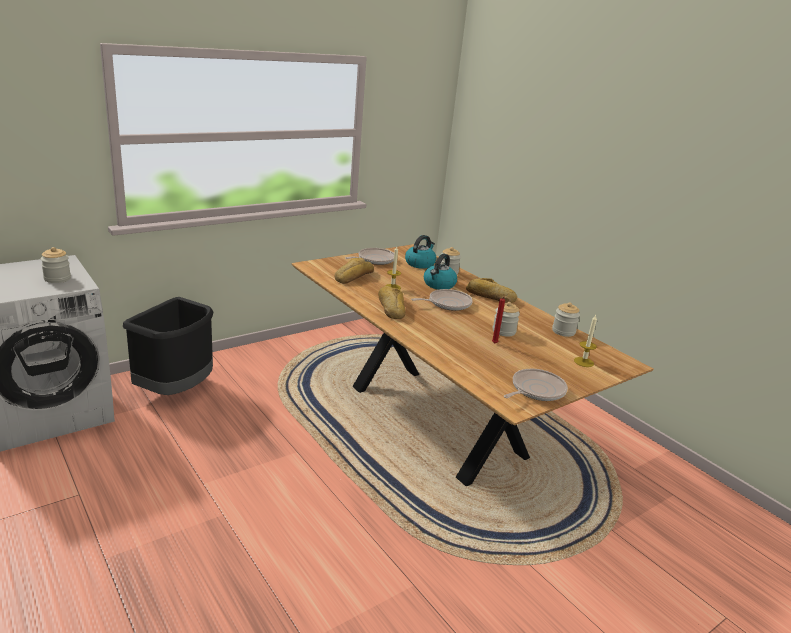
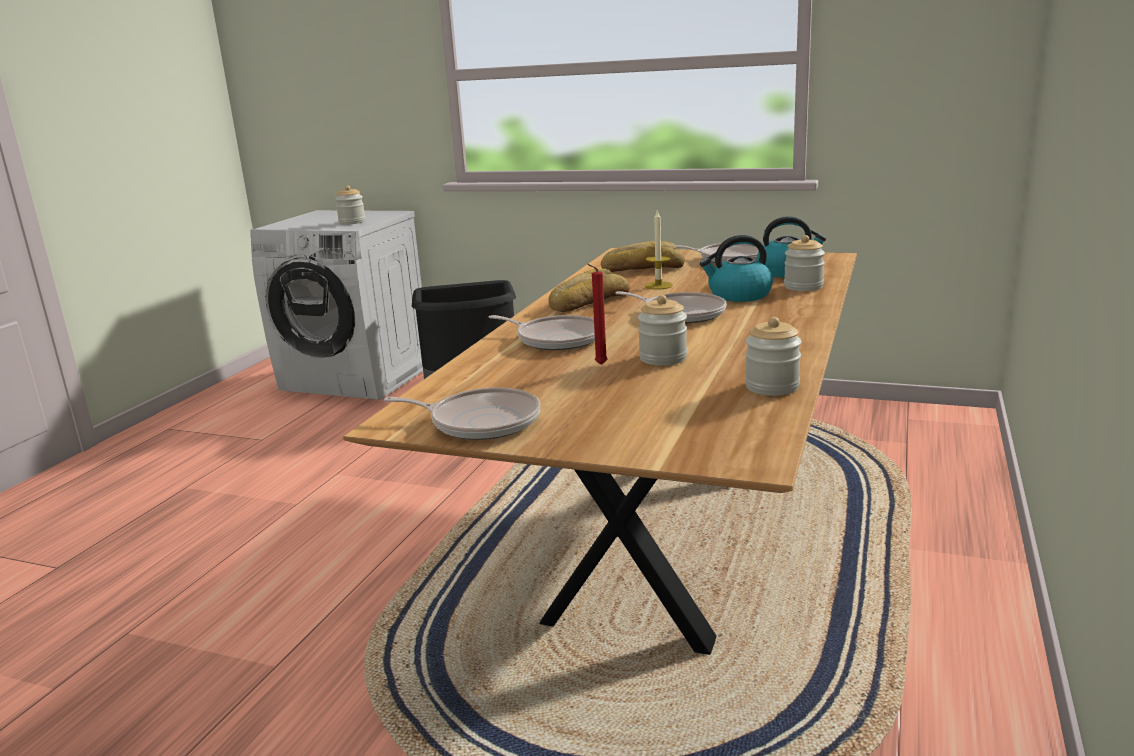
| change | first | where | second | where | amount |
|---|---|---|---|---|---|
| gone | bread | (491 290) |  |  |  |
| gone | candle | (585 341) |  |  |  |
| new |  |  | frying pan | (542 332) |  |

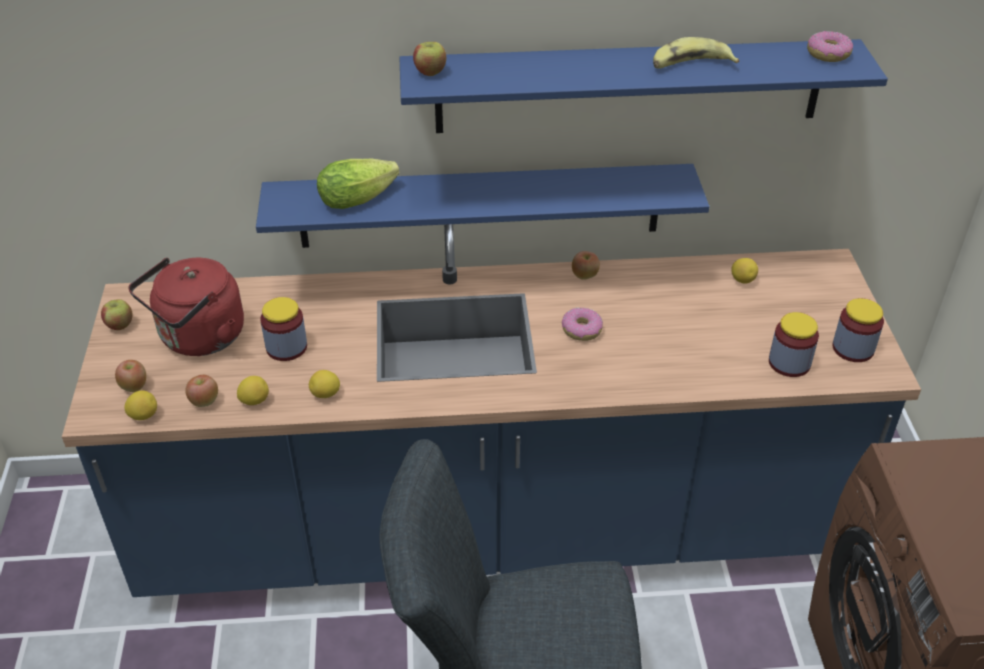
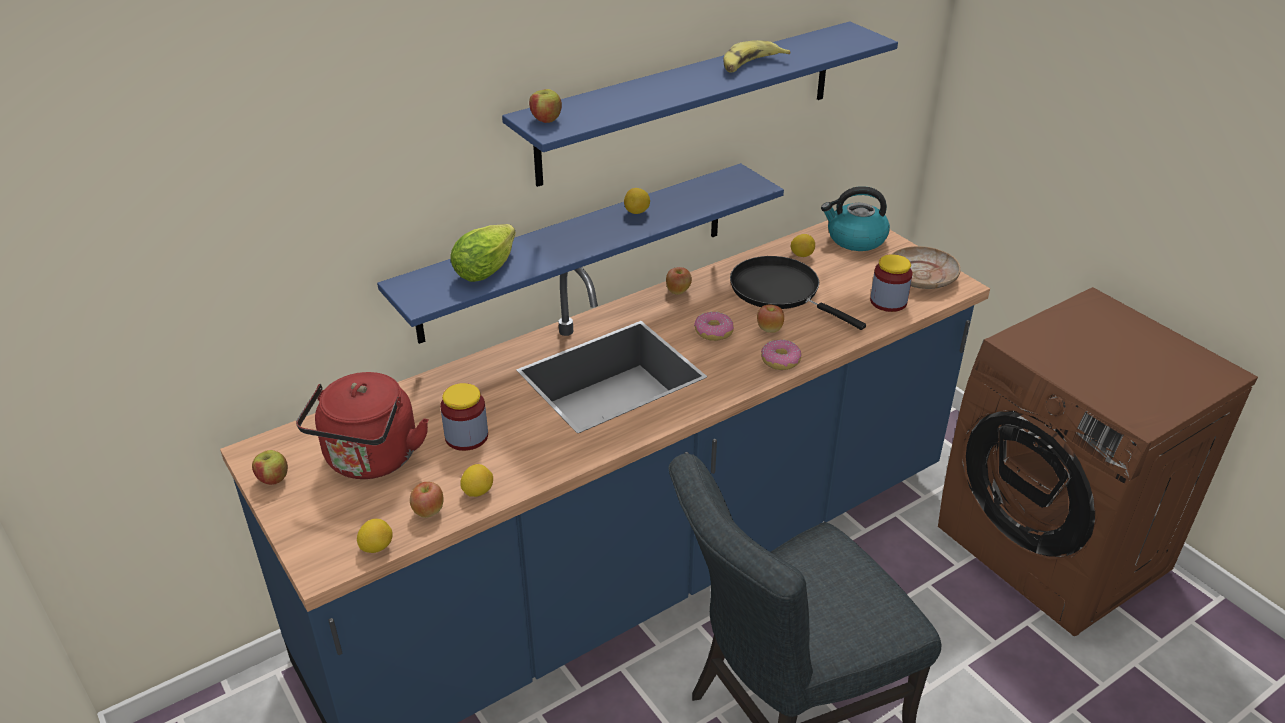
| change | first | where | second | where | amount |
|---|---|---|---|---|---|
| shifted | apple | (130 376) |  | (770 318) |  |
| shifted | lemon | (324 384) |  | (637 201) |  |
| shifted | donut | (830 46) |  | (781 354) |  |
| swapped | jar | (858 330) | plate (beige) | (926 267) |  |
| new |  |  | frying pan (black) | (798 293) |  |
| new |  |  | kettle | (855 218) |  |

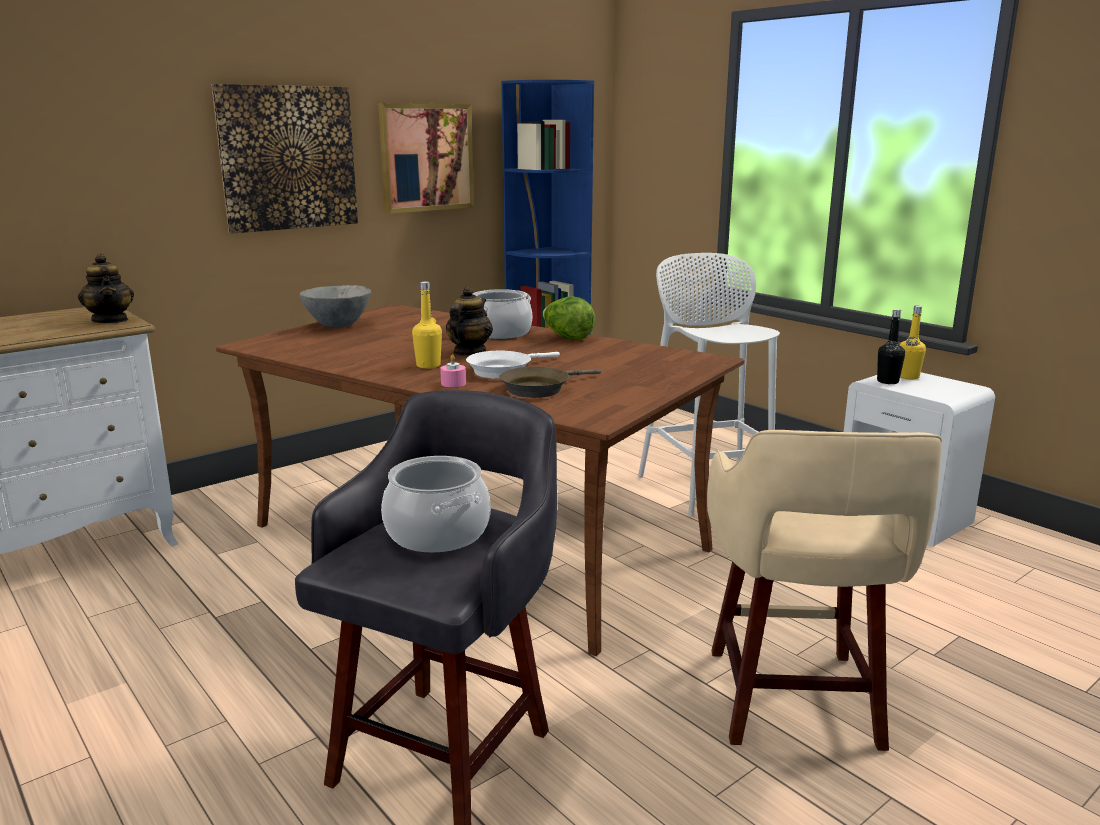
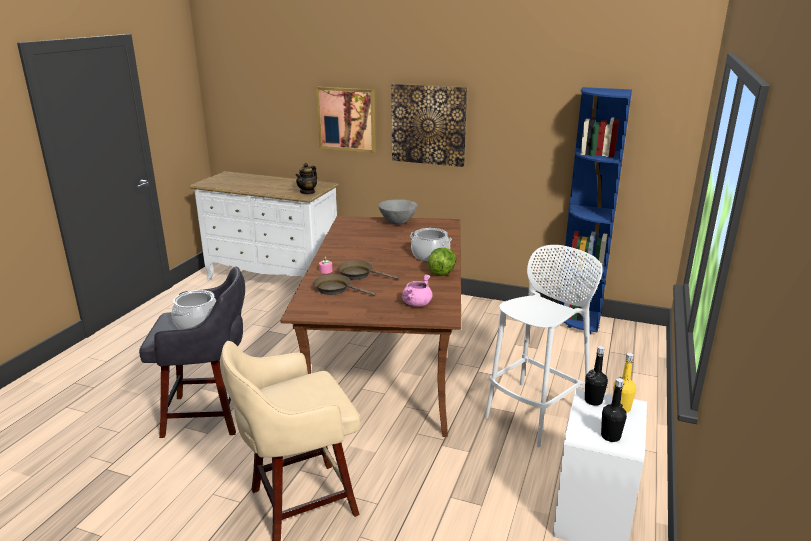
| change | first | where | second | where | amount |
|---|---|---|---|---|---|
| shifted | picture | (426 158) |  | (346 120) |  |
| gone | bottle (yellow) | (427 325) |  |  |  |
| gone | teapot | (469 321) |  |  |  |
| repainted | frying pan (white) | (513 365) | frying pan (brown) | (367 270) |  |
| new |  |  | cooking pot (pink) | (417 290) |  |
| new |  |  | bottle (black) | (614 410) |  |

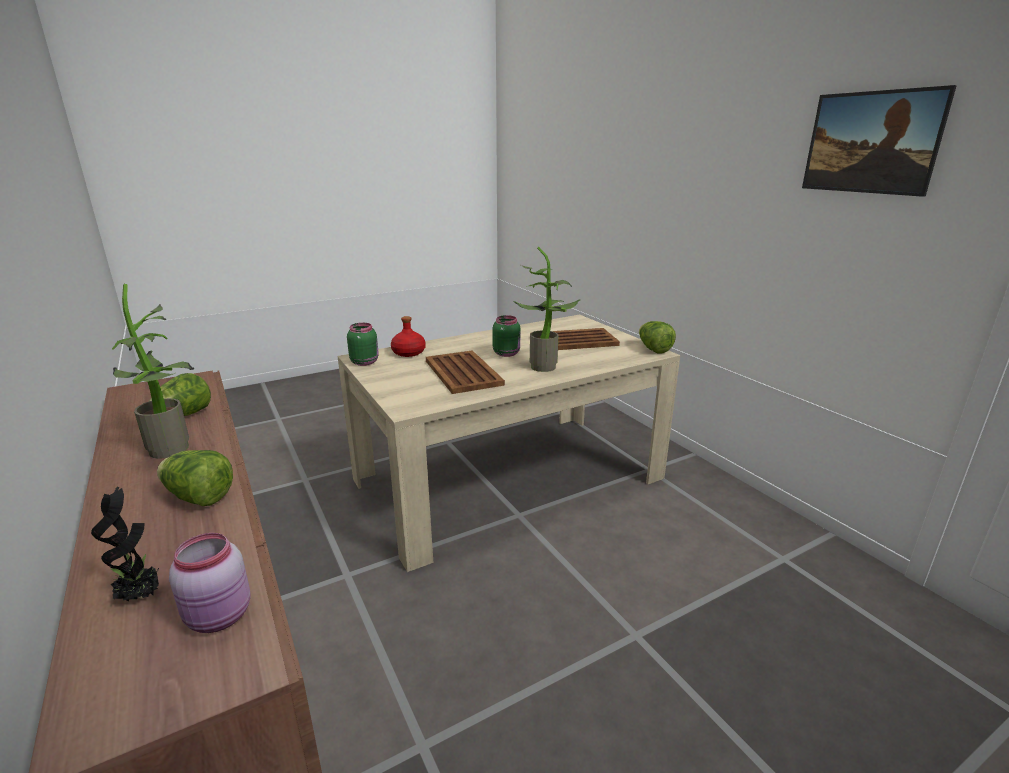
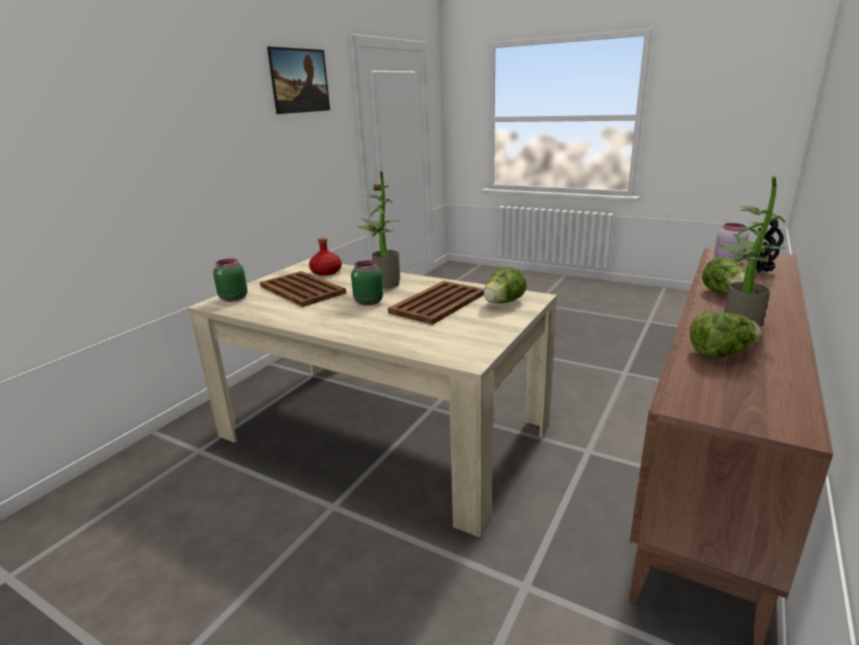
| change | first | where | second | where | amount |
|---|---|---|---|---|---|
| shifted | jar (green) | (363 344) |  | (230 280) |  |
| shifted | bottle (red) | (408 336) |  | (325 257) |  |
| shifted | lettuce | (657 337) |  | (504 285) |  |

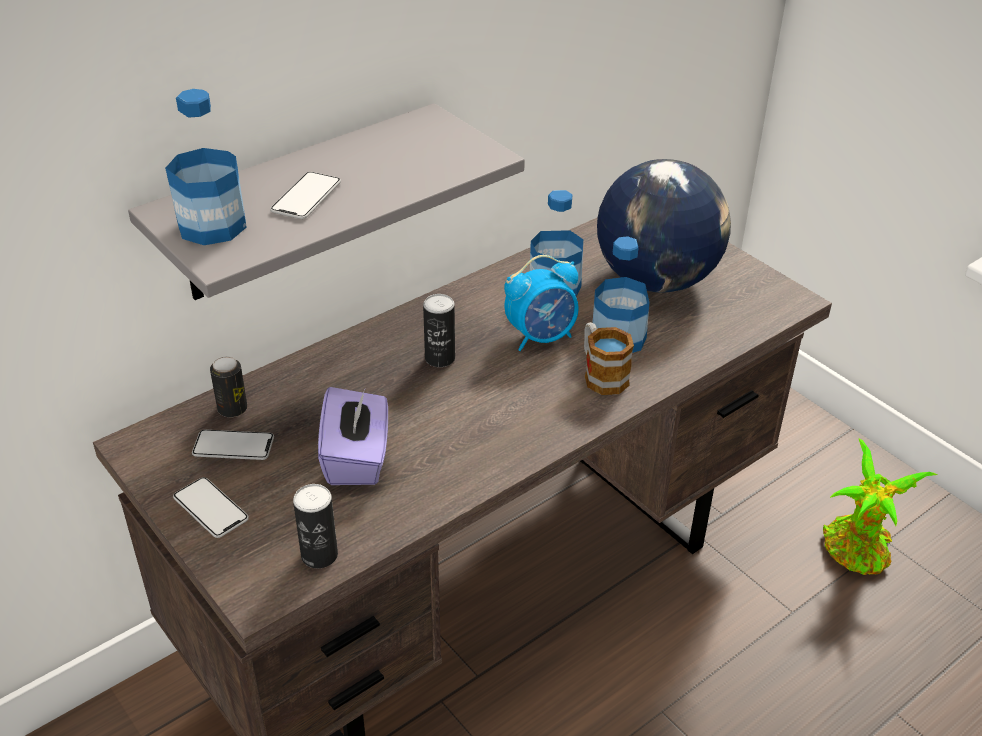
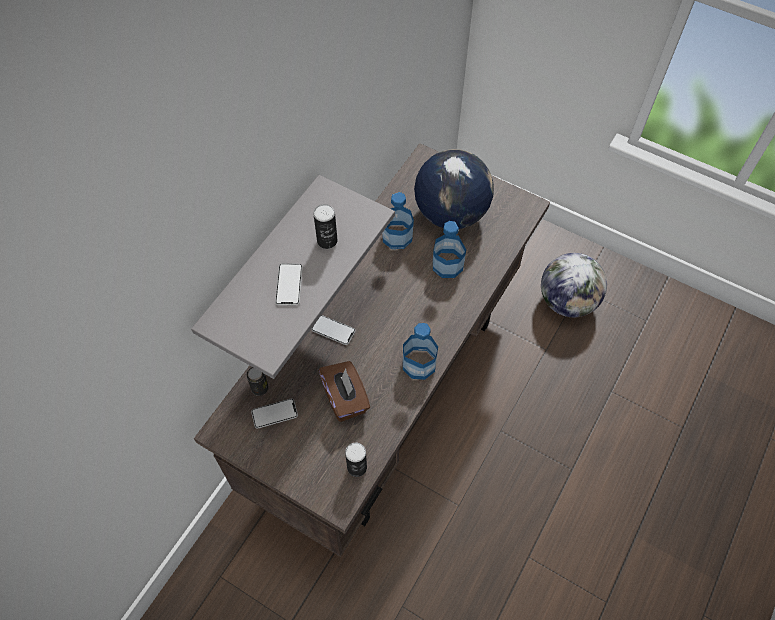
| change | first | where | second | where | amount |
|---|---|---|---|---|---|
| shifted | bottle | (206 167) |  | (420 351) |  |
| shifted | phone | (211 507) |  | (333 330) |  |
| repainted | tissue box (purple) | (353 436) | tissue box (brown) | (344 391) |  |
| shifted | can | (439 330) |  | (325 226) |  |
| gone | alarm clock | (541 303) |  |  |  |
| gone | mug | (609 358) |  |  |  |
| swapped | potted plant | (880 506) | globe | (574 285) |  |

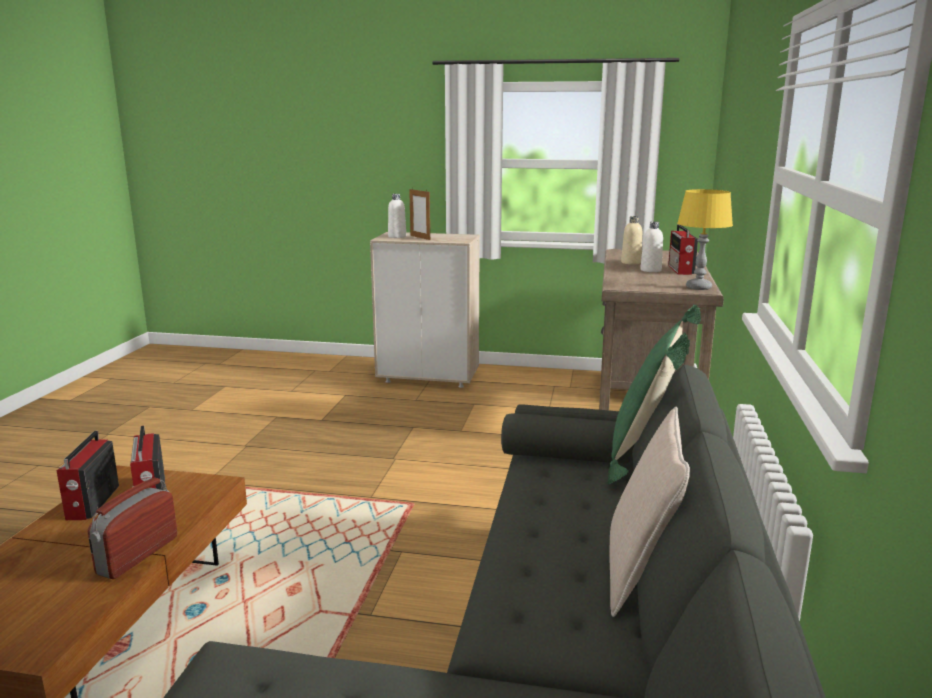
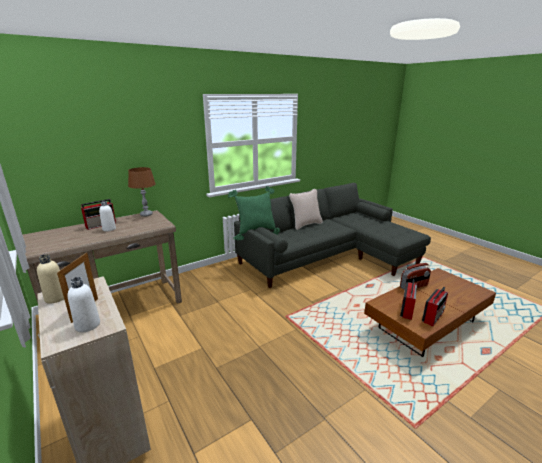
| change | first | where | second | where | amount |
|---|---|---|---|---|---|
| shifted | bottle (beige) | (631 240) |  | (50 278) |  |
| repainted | table lamp (yellow) | (705 239) | table lamp (brown) | (142 192) |  |

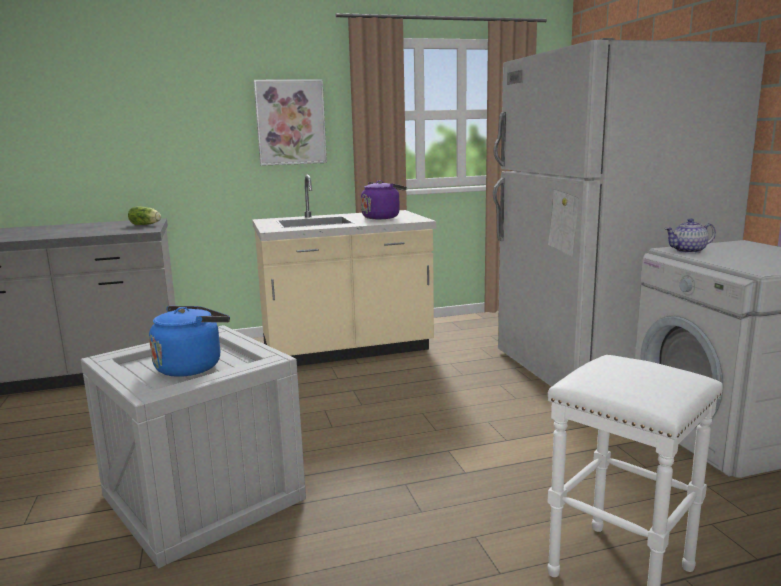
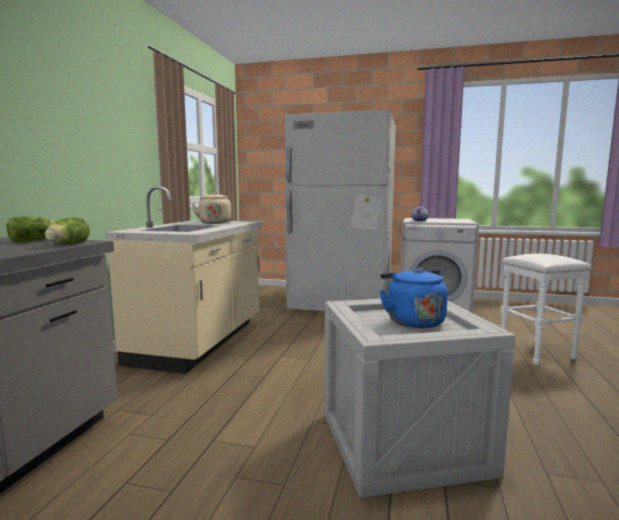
| change | first | where | second | where | amount |
|---|---|---|---|---|---|
| gone | picture | (290 122) |  |  |  |
| repainted | kettle (purple) | (384 199) | kettle (beige) | (211 208) |  |
| new |  |  | lettuce | (67 231) |  |

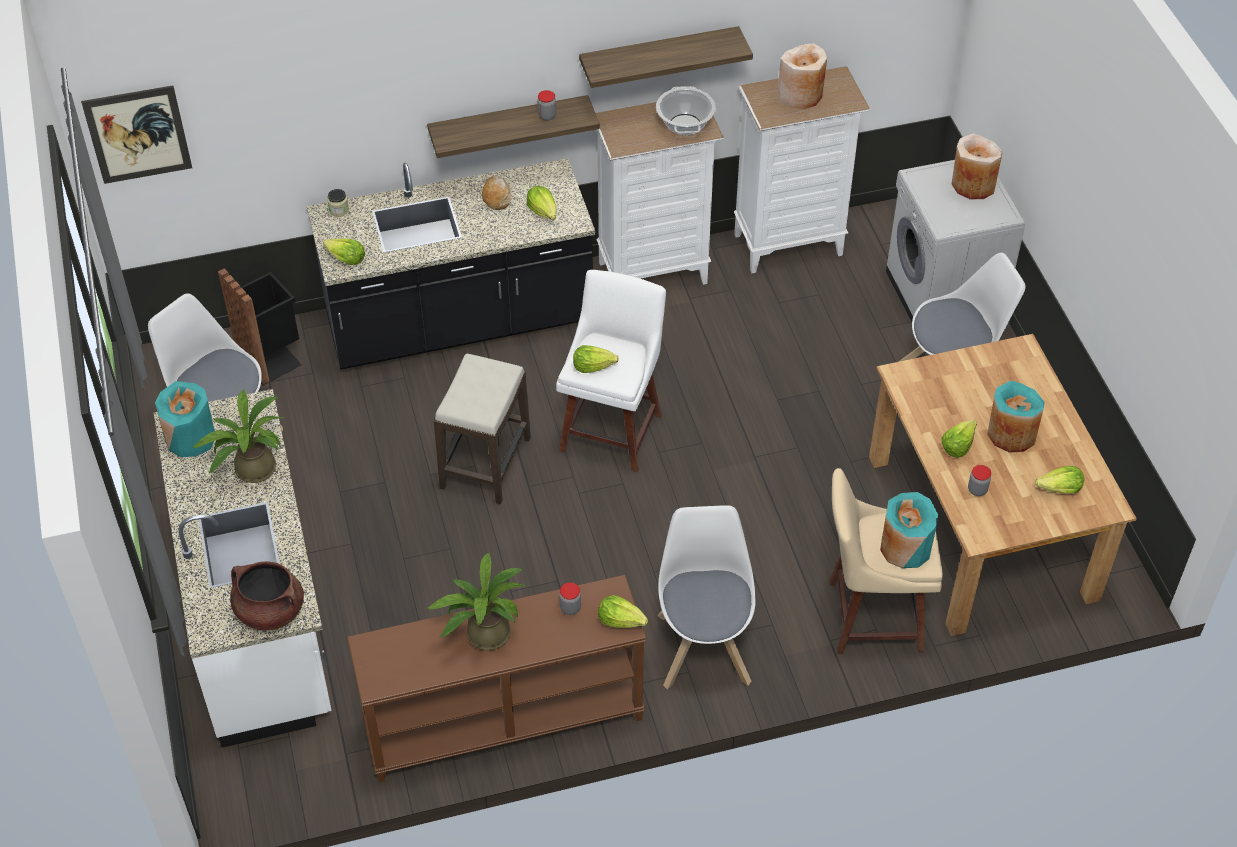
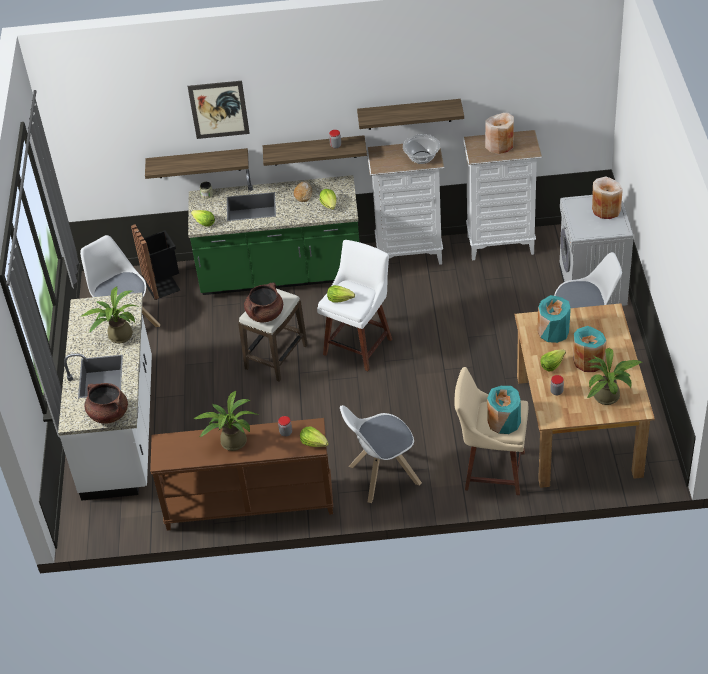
| change | first | where | second | where | amount |
|---|---|---|---|---|---|
| shifted | picture | (136 134) |  | (218 110) |  |
| shifted | vase (turquoise) | (185 419) |  | (554 319) |  |
| repainted | counter (black) | (451 264) | counter (green) | (273 232) |  |
| rotated | chair | (707 597) |  | (381 454) | 120 degrees counterclockwise |
| swapped | lettuce | (1060 479) | potted plant | (615 376) |  |
| new |  |  | shelf | (197 163) |  |
| new |  |  | cooking pot (brown) | (263 302) |  |

